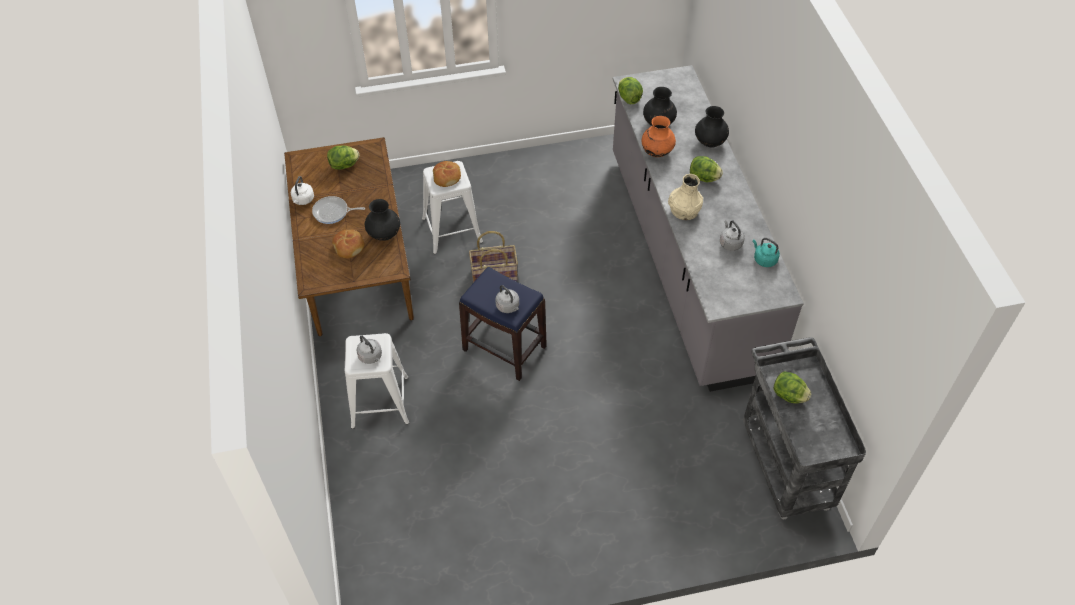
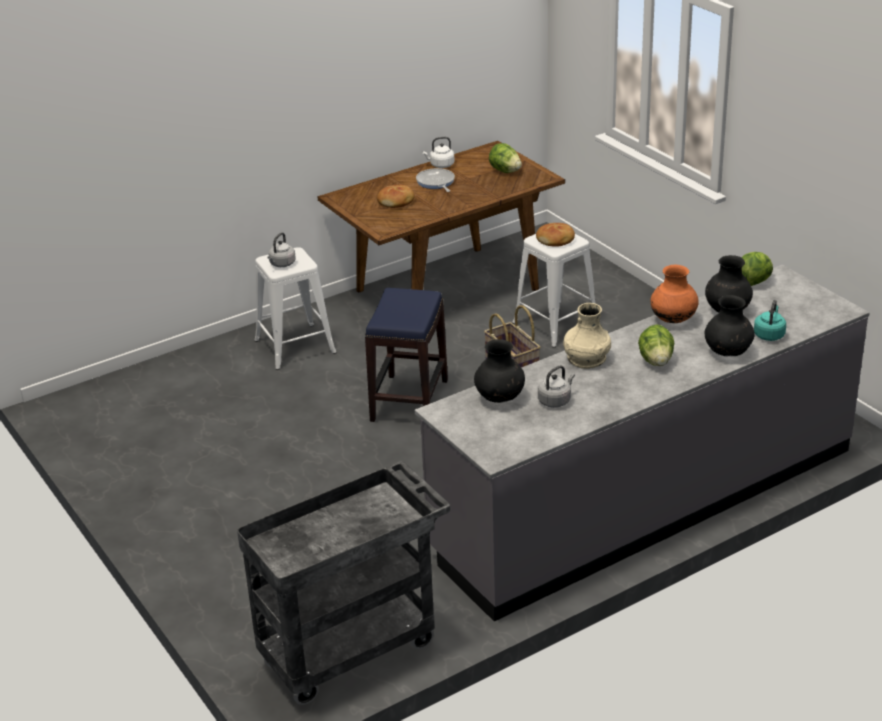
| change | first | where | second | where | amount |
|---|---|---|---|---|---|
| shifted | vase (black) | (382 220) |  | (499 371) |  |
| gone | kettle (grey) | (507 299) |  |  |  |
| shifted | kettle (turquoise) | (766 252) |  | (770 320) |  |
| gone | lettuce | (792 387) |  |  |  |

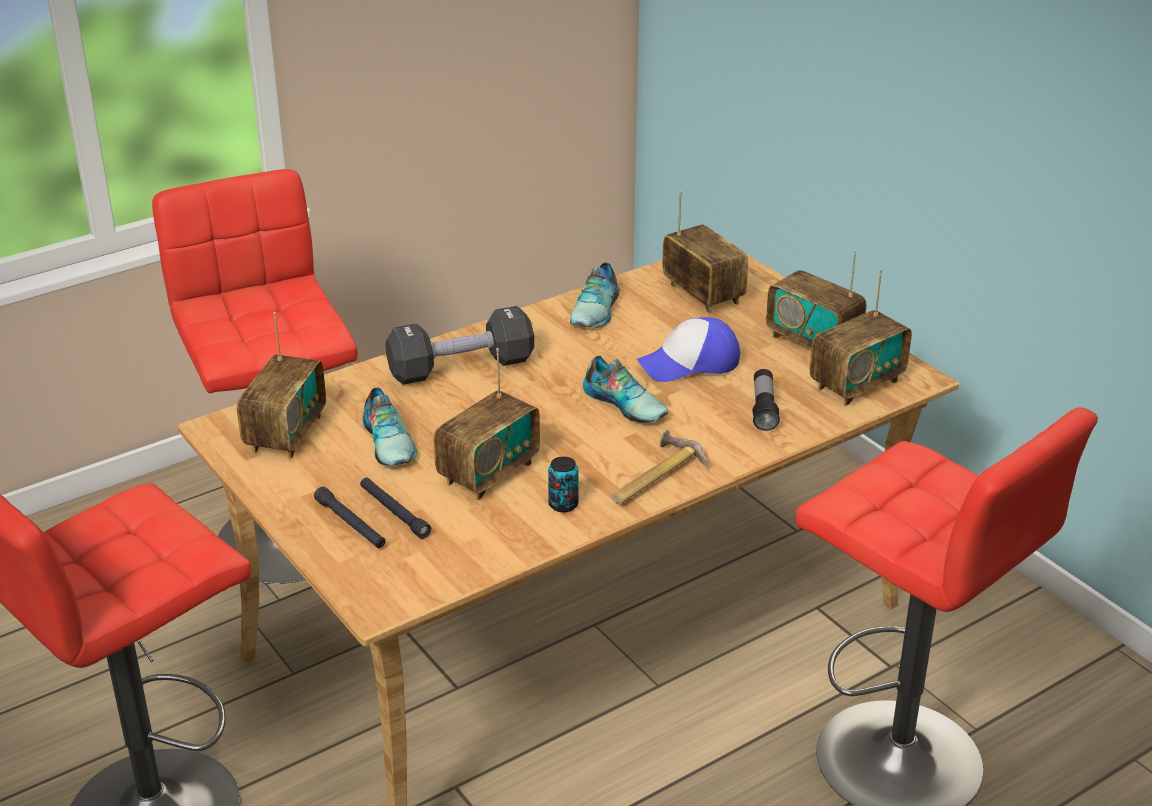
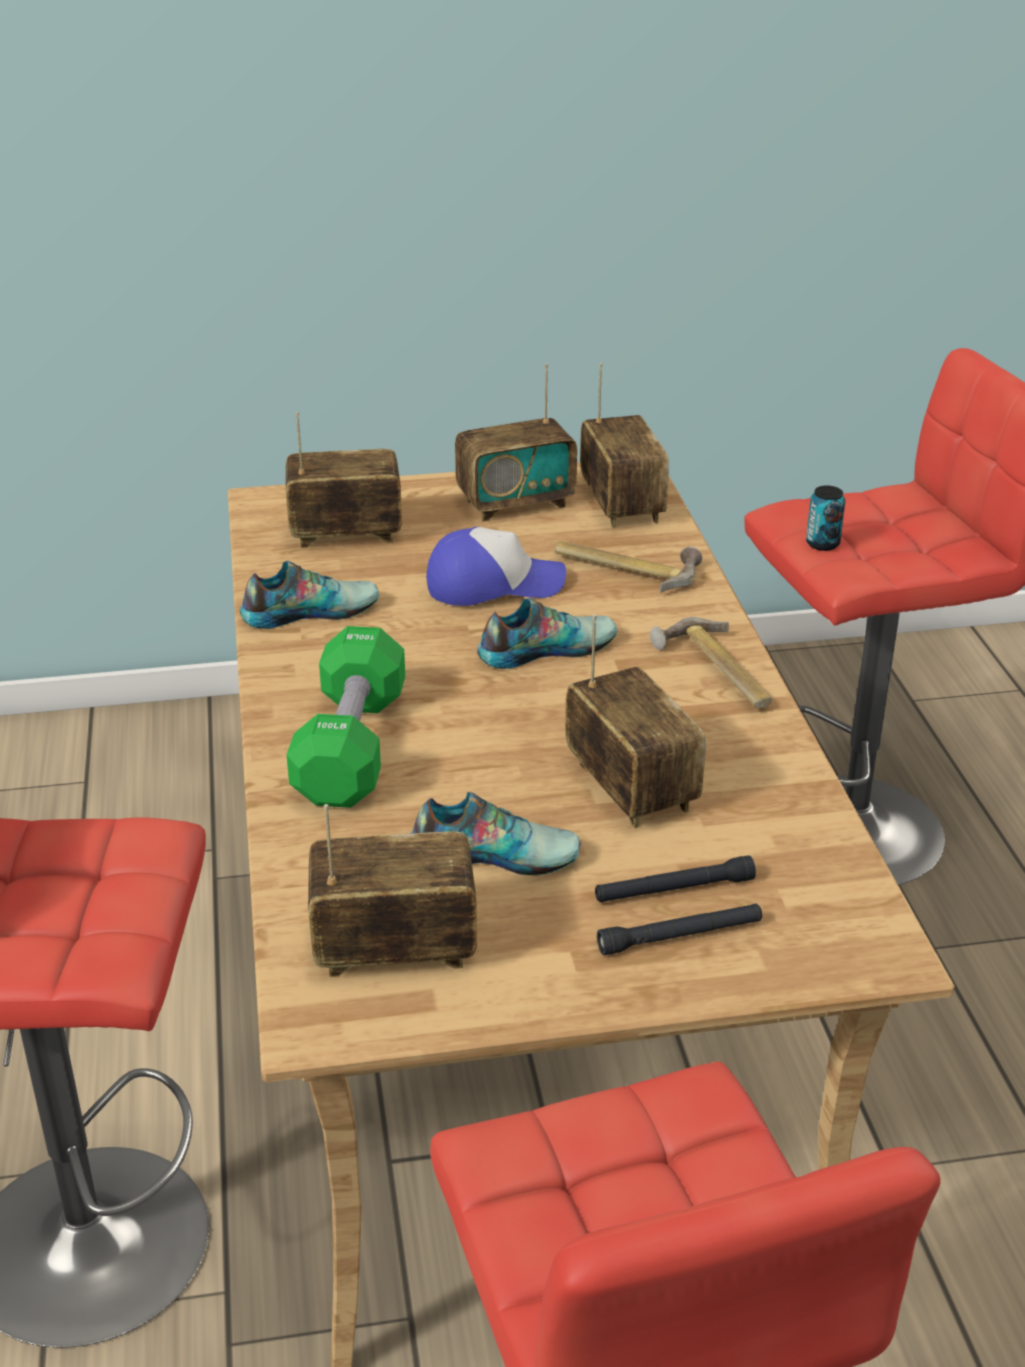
| change | first | where | second | where | amount |
|---|---|---|---|---|---|
| rotated | radio | (281 385) |  | (392 890) | 45 degrees counterclockwise |
| repainted | dumbbell (black) | (459 345) | dumbbell (green) | (346 717) |  |
| shifted | can | (563 484) |  | (825 518) |  |
| rotated | shoe | (595 295) |  | (309 595) | 60 degrees counterclockwise |
| rotated | cap | (688 349) |  | (496 566) | 105 degrees counterclockwise |
| swapped | flashlight | (766 400) | hammer | (628 567) |  |

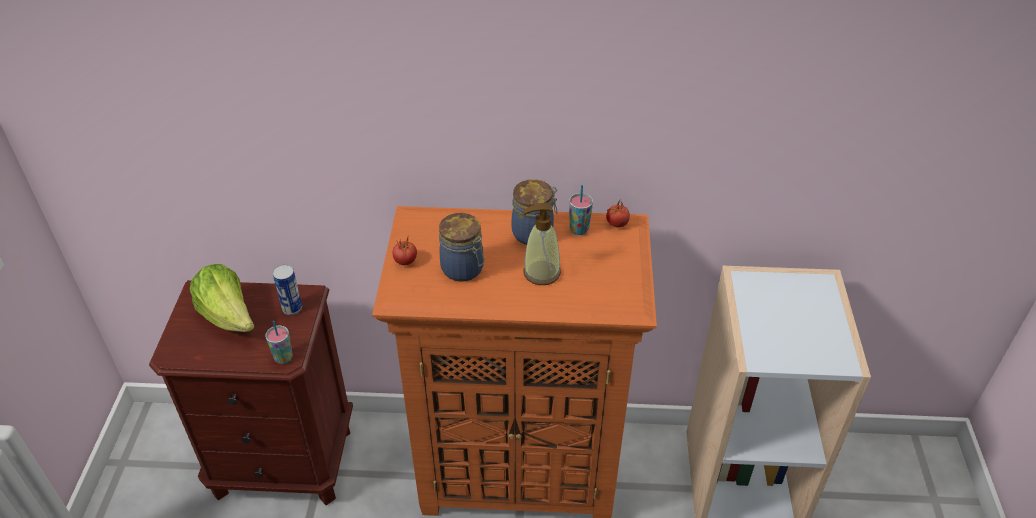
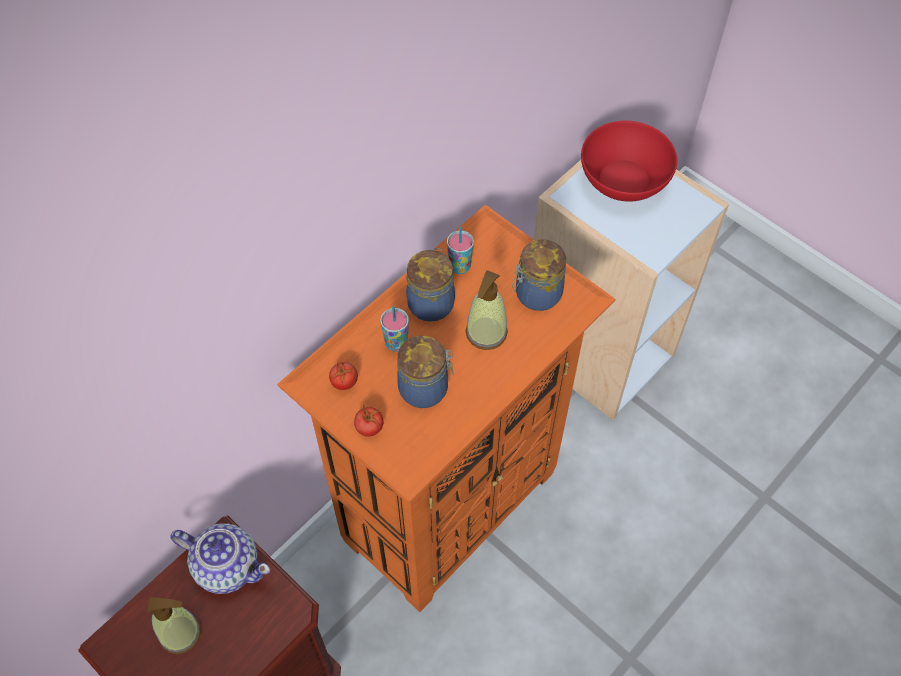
| change | first | where | second | where | amount |
|---|---|---|---|---|---|
| swapped | lettuce | (222 298) | soap dispenser | (174 626) |  |
| shifted | cup | (279 342) |  | (394 329) |  |
| swapped | can | (287 290) | teapot | (220 558) |  |
| shifted | tomato | (618 213) |  | (343 376) |  |
| new |  |  | jar | (539 275) |  |
| new |  |  | bowl (red) | (629 161) |  |

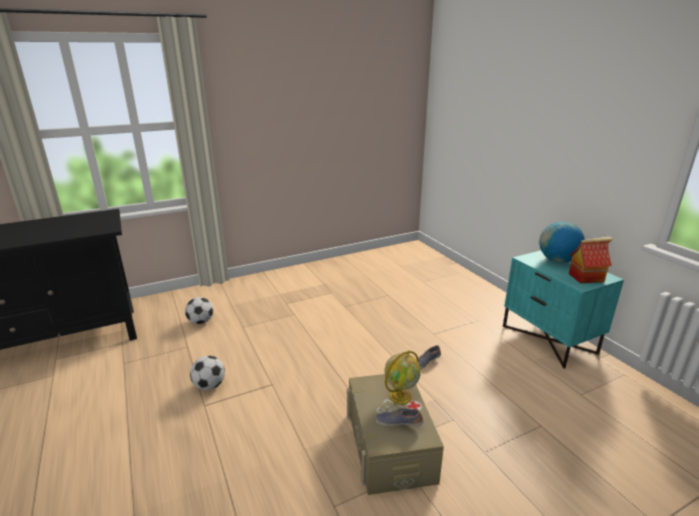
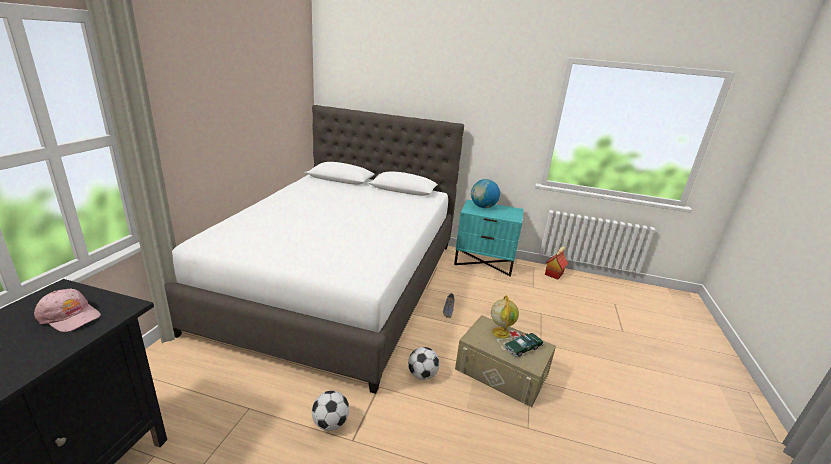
| change | first | where | second | where | amount |
|---|---|---|---|---|---|
| shifted | football | (199 310) |  | (423 363) |  |
| swapped | shoe | (399 417) | toy car | (524 345) |  |
| shifted | toy house | (591 259) |  | (556 263) |  |
| new |  |  | cap (pink) | (67 310) |  |
| new |  |  | bed (white) | (314 249) |  |

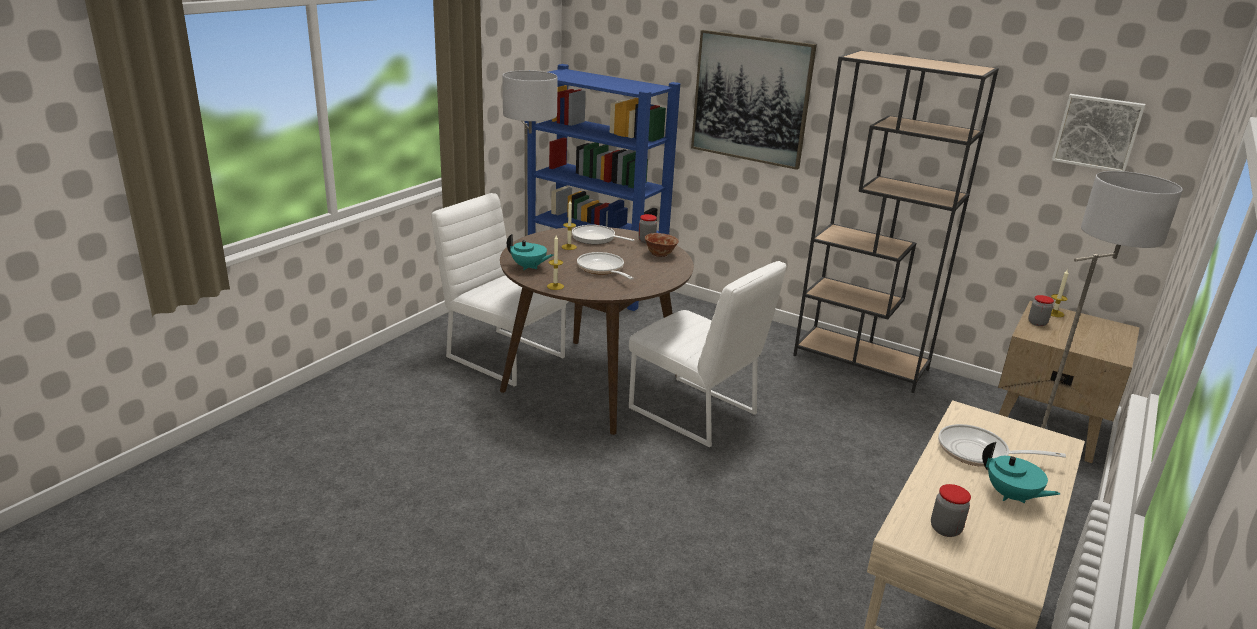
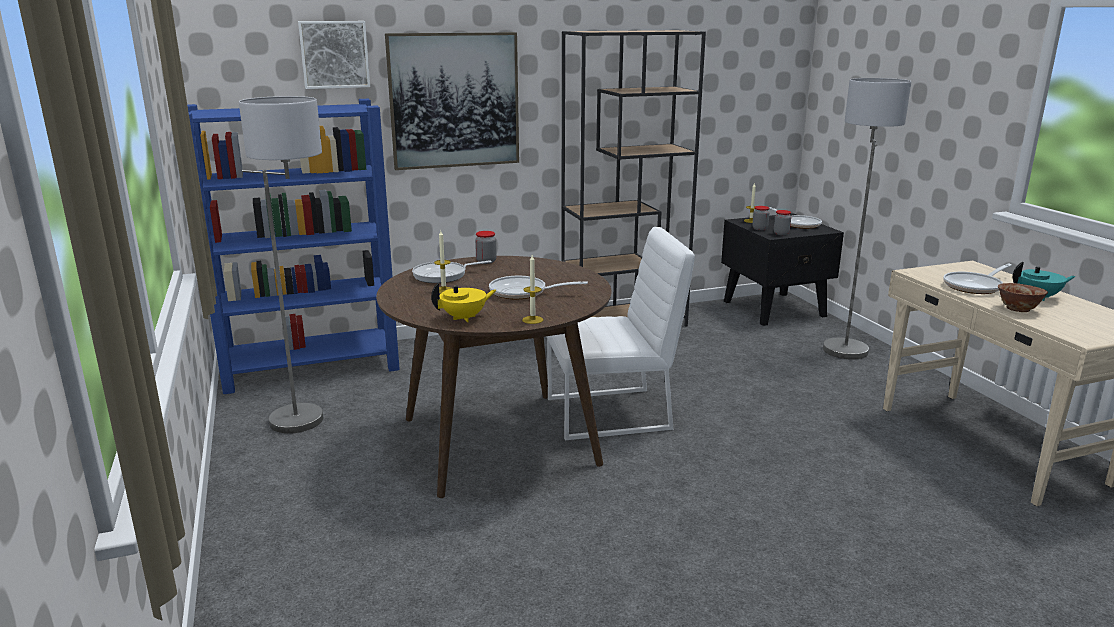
| change | first | where | second | where | amount |
|---|---|---|---|---|---|
| gone | chair (white) | (499 290) |  |  |  |
| repainted | teapot (turquoise) | (530 252) | teapot (yellow) | (463 302) |  |
| shifted | bowl | (662 245) |  | (1023 297) |  |
| shifted | jar | (951 510) |  | (782 222) |  |
| repainted | nightstand (beige) | (1069 382) | nightstand (black) | (782 269) |  |
| shifted | picture | (1099 132) |  | (334 55) |  |
| new |  |  | frying pan | (795 218) |  |

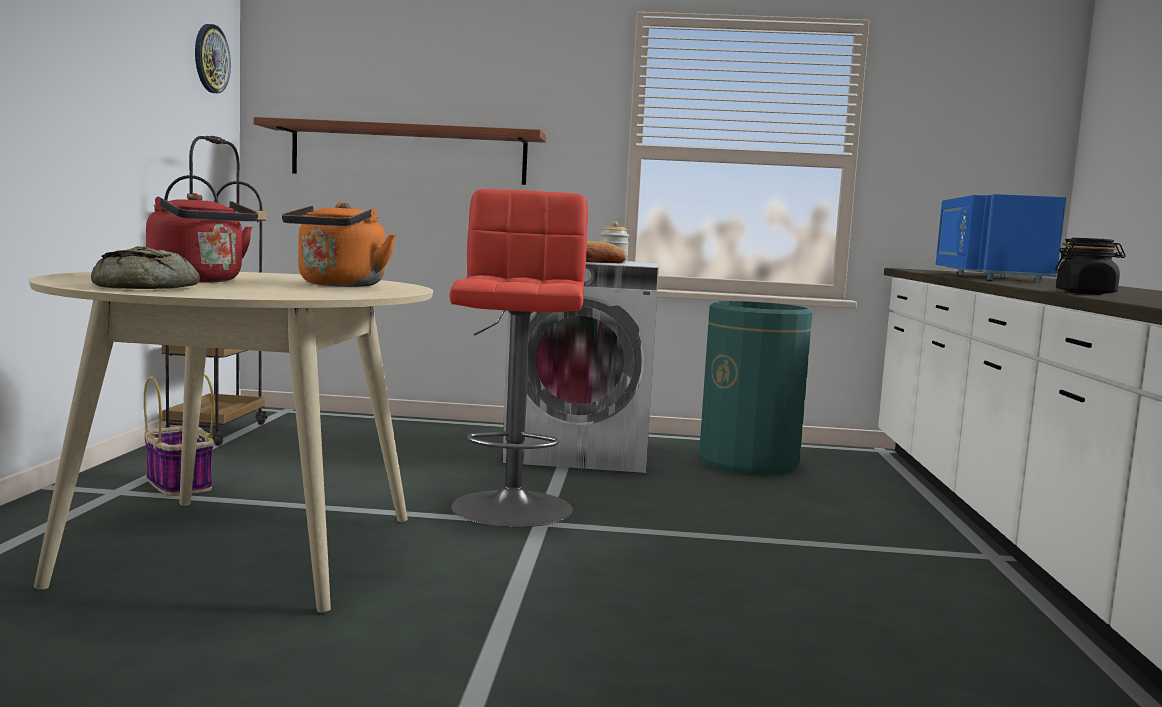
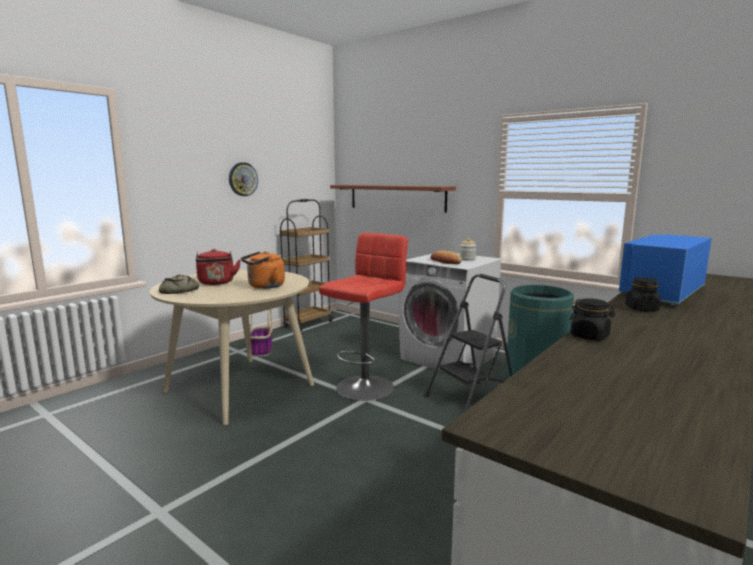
| change | first | where | second | where | amount |
|---|---|---|---|---|---|
| shifted | wall clock | (213 58) |  | (243 179) |  |
| new |  |  | step ladder (black) | (468 343) |  |
| new |  |  | jar (black) | (643 294) |  |

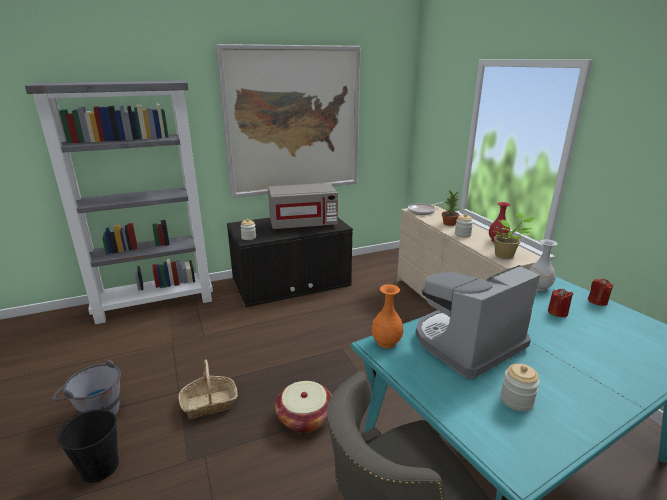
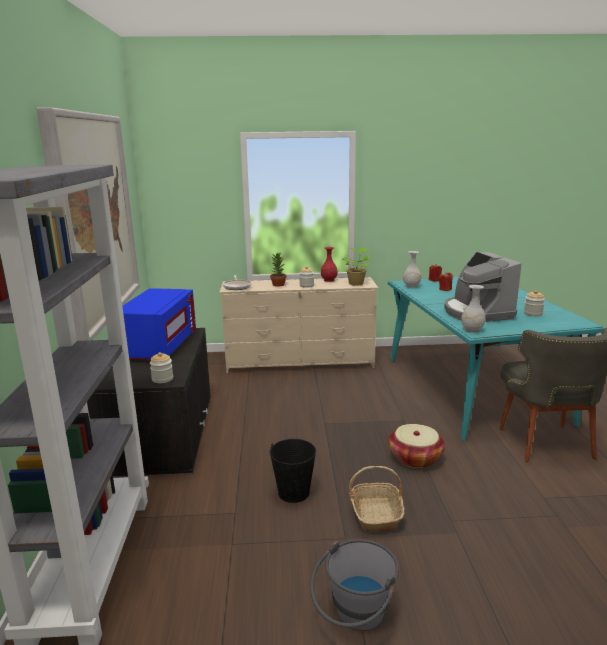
| change | first | where | second | where | amount |
|---|---|---|---|---|---|
| shifted | bucket (black) | (88 445) |  | (292 471) |  |
| repainted | microwave (grey) | (303 206) | microwave (blue) | (159 324) |  |
| repainted | vase (orange) | (387 316) | vase (white) | (473 309) |  |

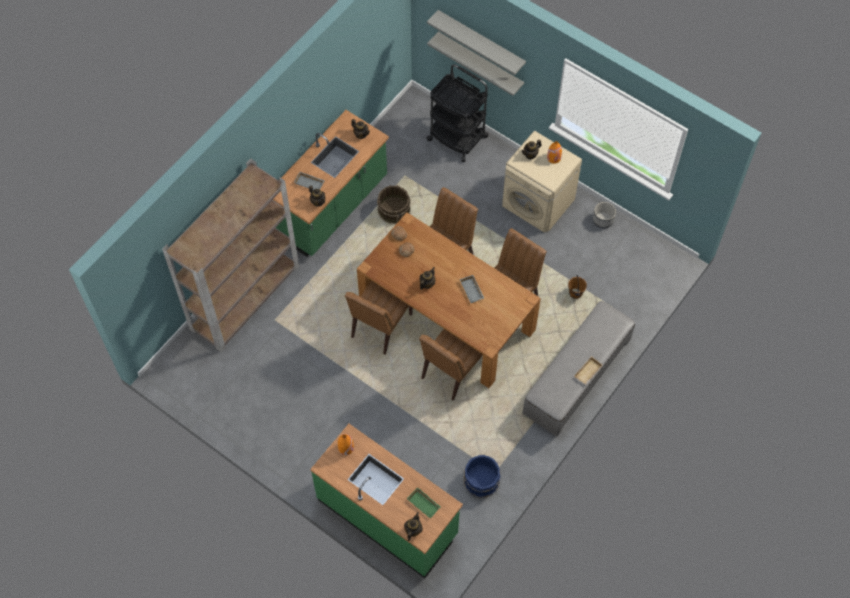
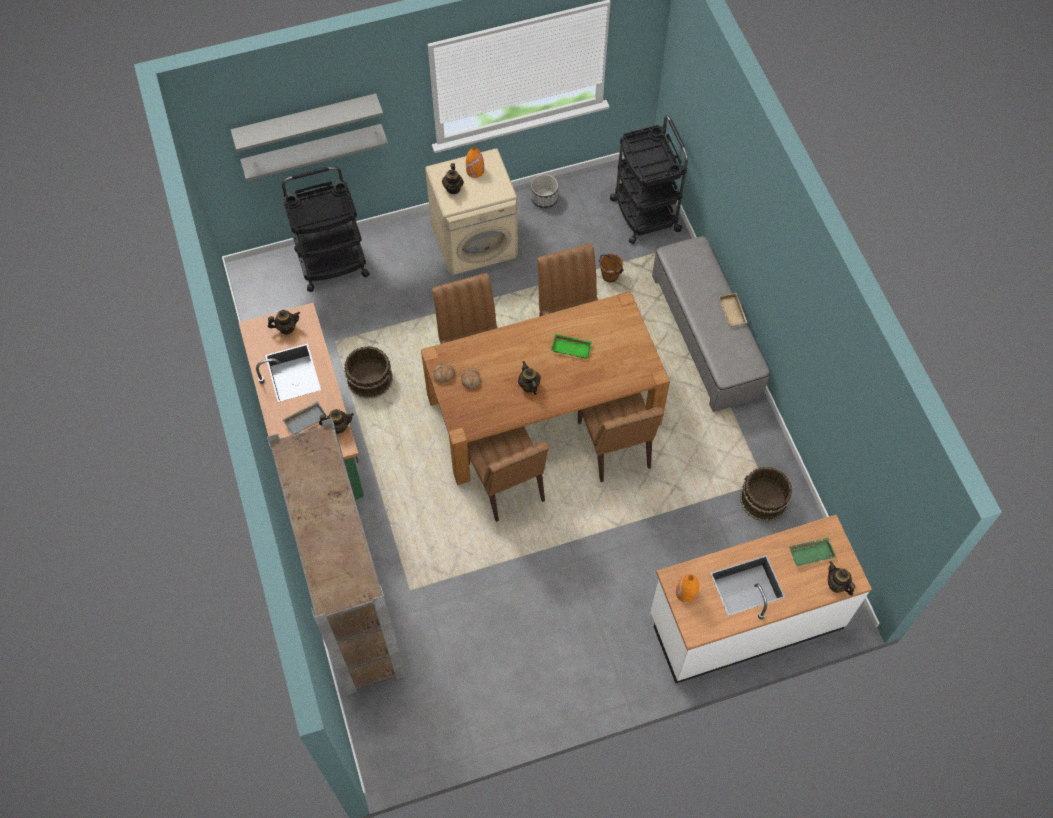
| change | first | where | second | where | amount |
|---|---|---|---|---|---|
| repainted | counter (green) | (386 501) | counter (white) | (761 599) |  |
| repainted | tray (grey) | (472 289) | tray (green) | (571 346) |  |
| repainted | bucket (blue) | (482 476) | bucket (brown) | (766 494) |  |
| new |  |  | cart (black) | (649 179) |  |

